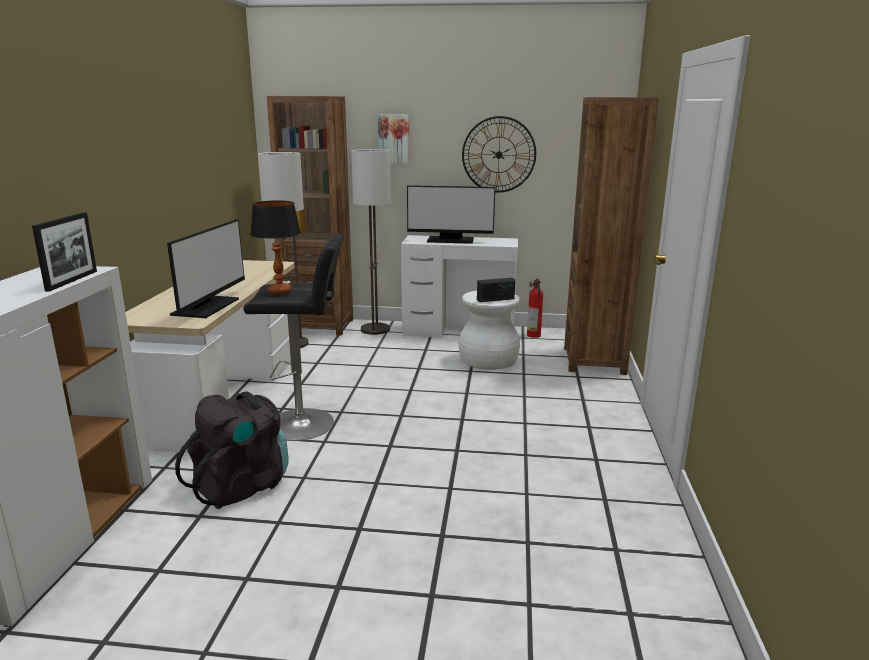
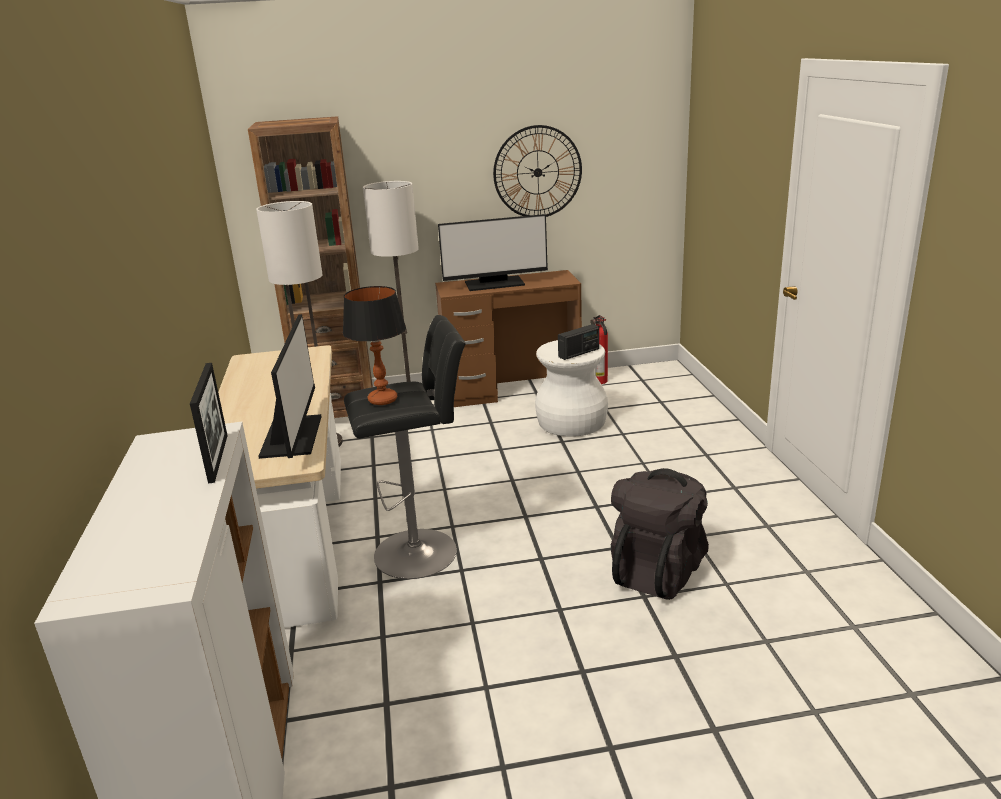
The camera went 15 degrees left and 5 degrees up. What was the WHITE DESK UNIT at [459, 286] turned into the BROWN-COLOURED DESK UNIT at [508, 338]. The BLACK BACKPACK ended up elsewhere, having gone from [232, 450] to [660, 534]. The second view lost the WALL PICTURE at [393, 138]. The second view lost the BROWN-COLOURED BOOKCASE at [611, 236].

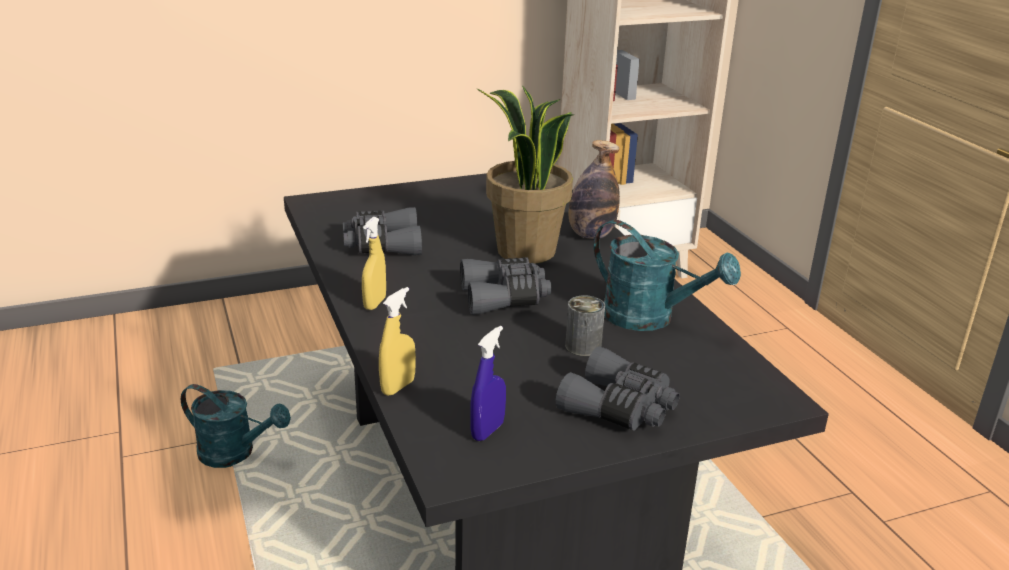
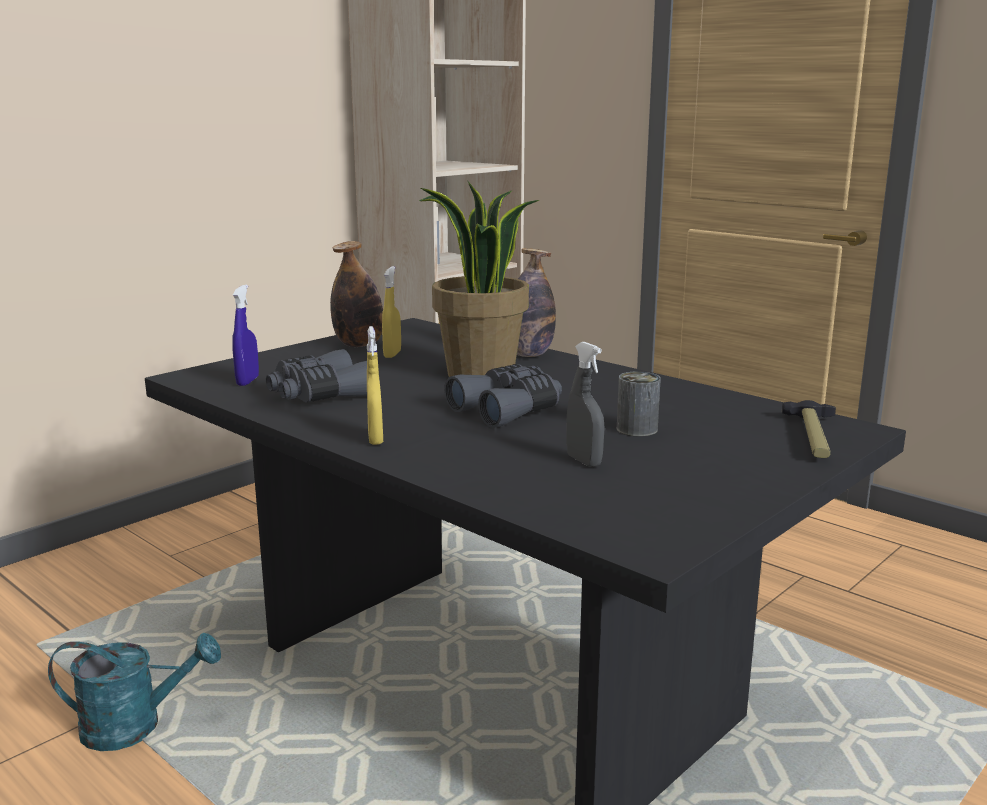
The camera went 25 degrees left and 10 degrees down. The BLUE SPRAYER ended up elsewhere, having gone from [488, 383] to [245, 335]. The second view gained the BOTTLE at [356, 294]. The YELLOW-COLOURED SPRAYER ended up elsewhere, having gone from [397, 341] to [391, 312]. The second view gained the GREY SPRAYER at [585, 404]. The second view gained the HAMMER at [809, 429]. The second view lost the GREY FIELD GLASSES at [618, 388]. The second view lost the TURQUOISE WATERING POT at [667, 275].

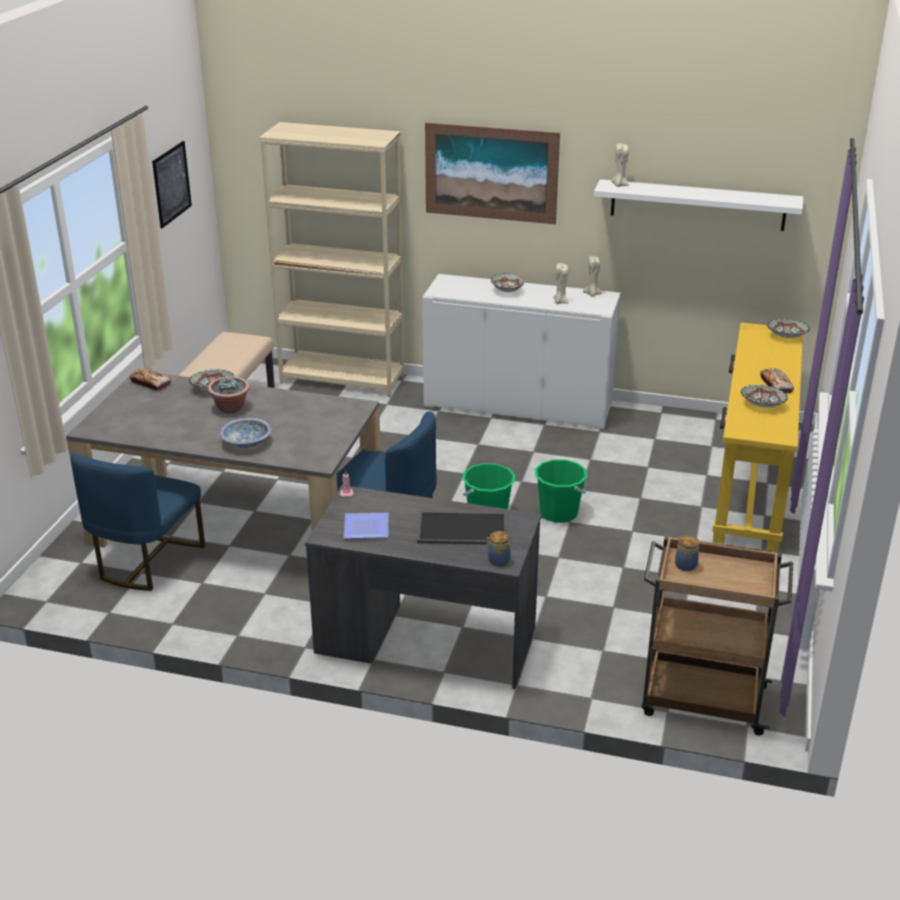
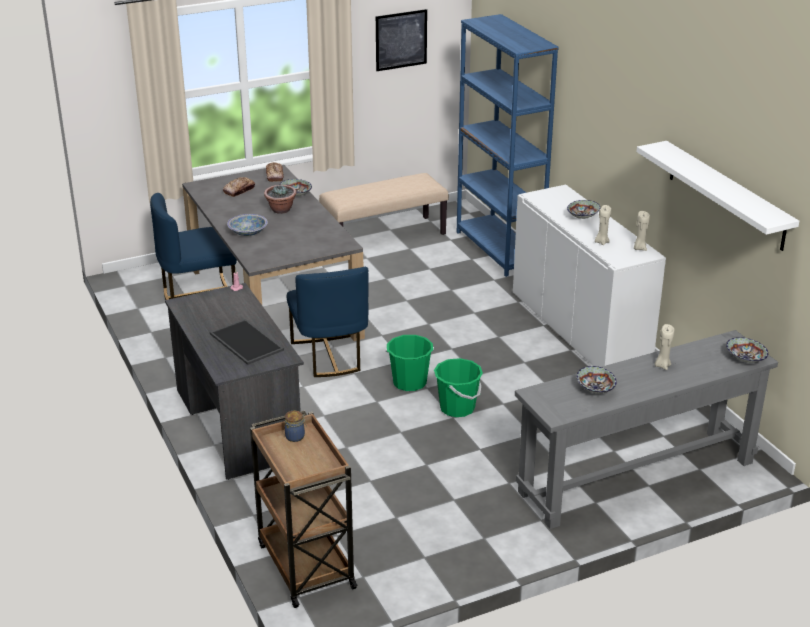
The camera went 50 degrees right and 0 degrees up. The BAKERY BREAD ended up elsewhere, having gone from [777, 381] to [239, 187]. What was the BEIGE-COLOURED BOOKCASE at [332, 259] turned into the BLUE BOOKCASE at [508, 145]. What was the YELLOW-COLOURED NARROW TABLE at [757, 437] turned into the GREY NARROW TABLE at [646, 429]. The BEIGE-COLOURED CANDLE ended up elsewhere, having gone from [620, 165] to [665, 347]. The second view lost the FLAT DISH at [366, 526]. The second view lost the WALL PICTURE at [492, 173]. The second view lost the PRESERVE JAR at [498, 548].

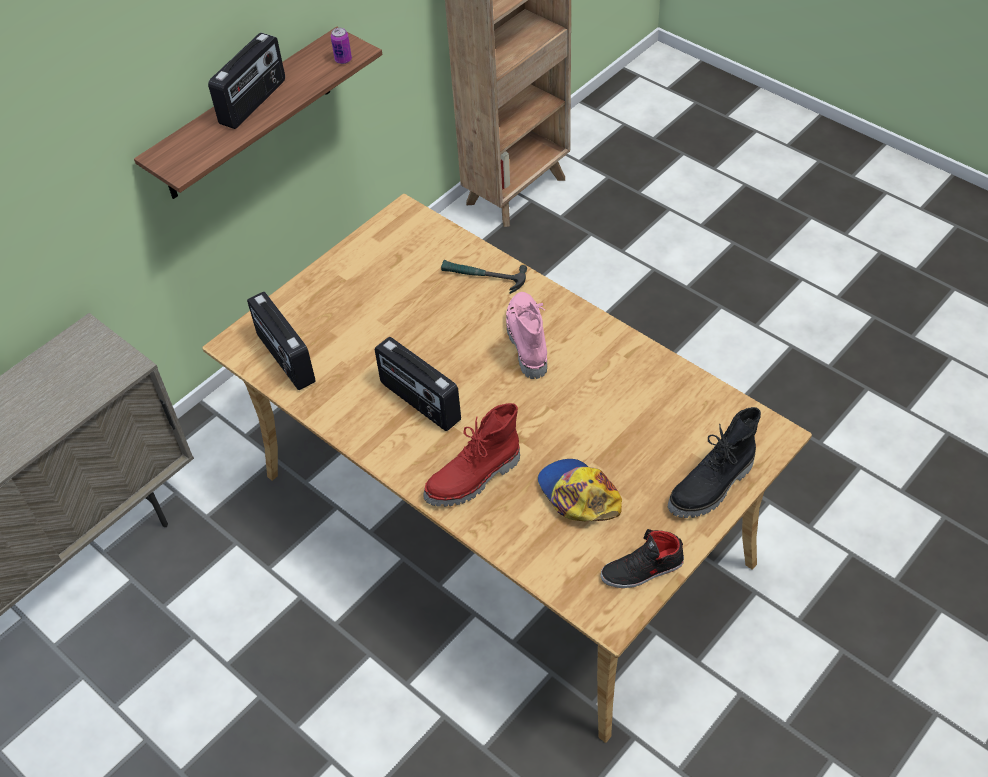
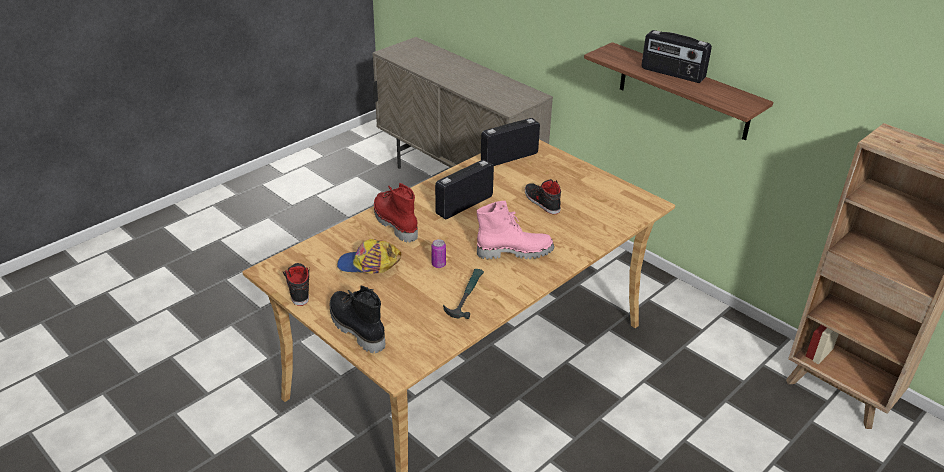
The camera went 90 degrees right and 15 degrees down. The CAP at [580, 490] ended up facing another way, 150 degrees counterclockwise from before. The CAN ended up elsewhere, having gone from [341, 46] to [438, 253]. The HAMMER ended up elsewhere, having gone from [484, 277] to [463, 294]. The second view gained the BLACK SHOE at [543, 196].

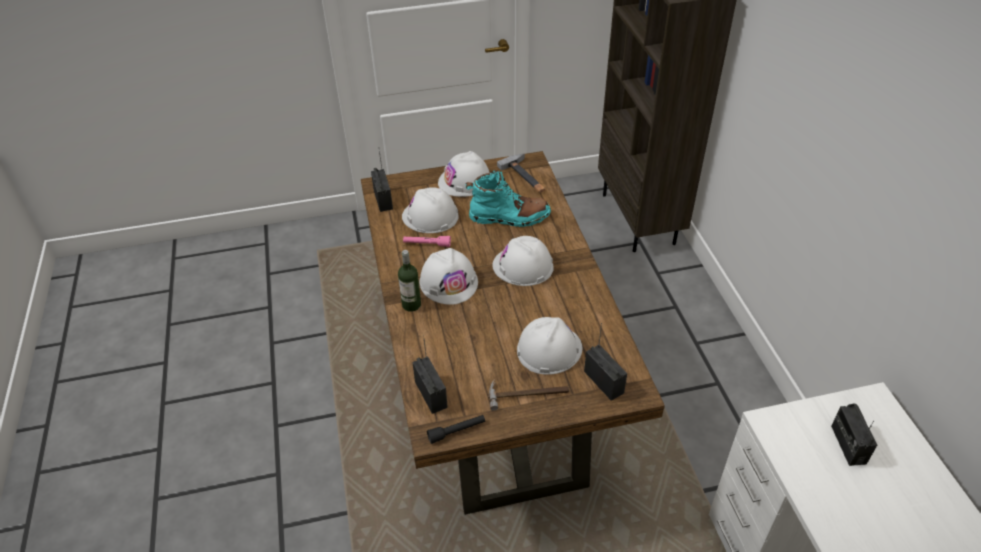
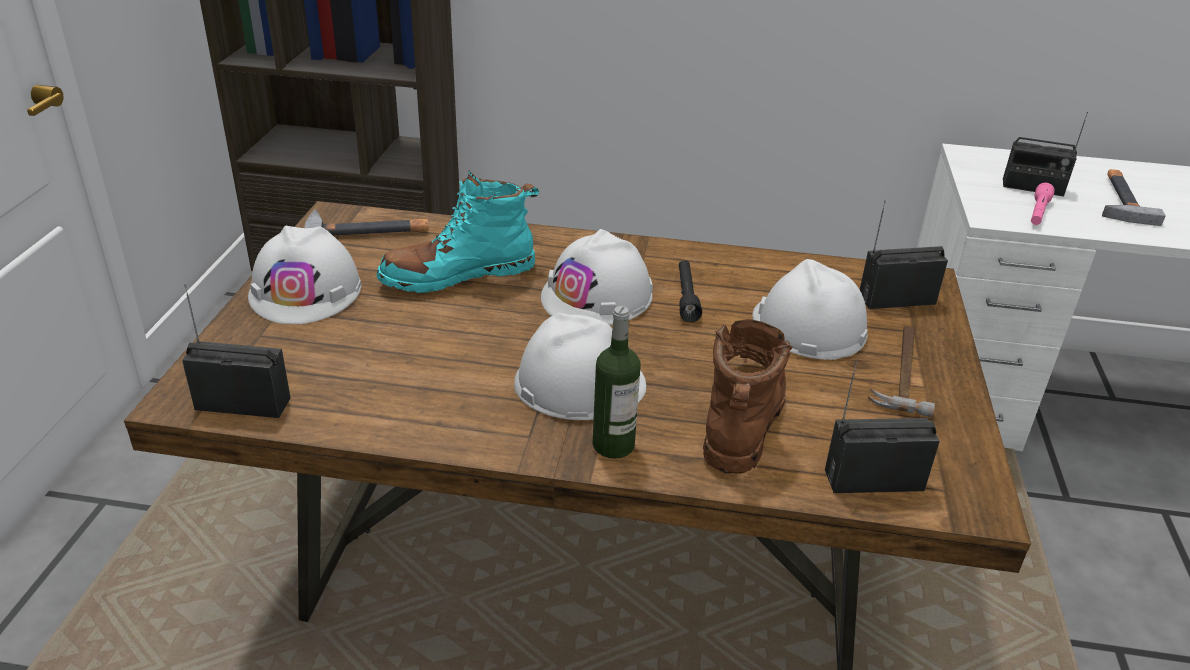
The camera went 70 degrees left and 10 degrees down. The TURQUOISE HIGH-TOP BOOT at [508, 198] ended up facing another way, 135 degrees counterclockwise from before. The BLACK TORCH ended up elsewhere, having gone from [456, 429] to [690, 291]. The second view gained the BROWN-COLOURED HIGH-TOP BOOT at [748, 396]. The PINK-COLOURED TORCH ended up elsewhere, having gone from [427, 241] to [1043, 204]. The second view gained the HAMMER at [1134, 197]. The second view lost the WHITE WORK HELMET at [430, 210].

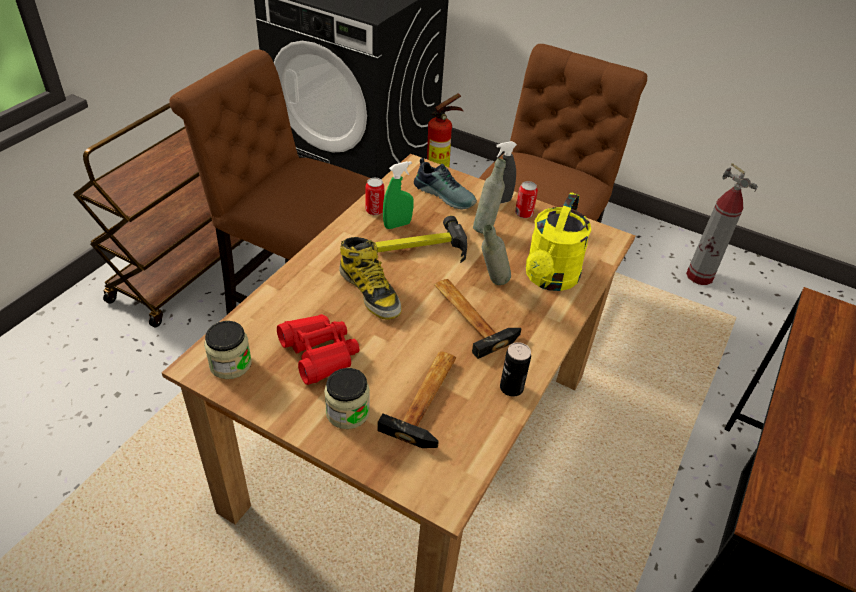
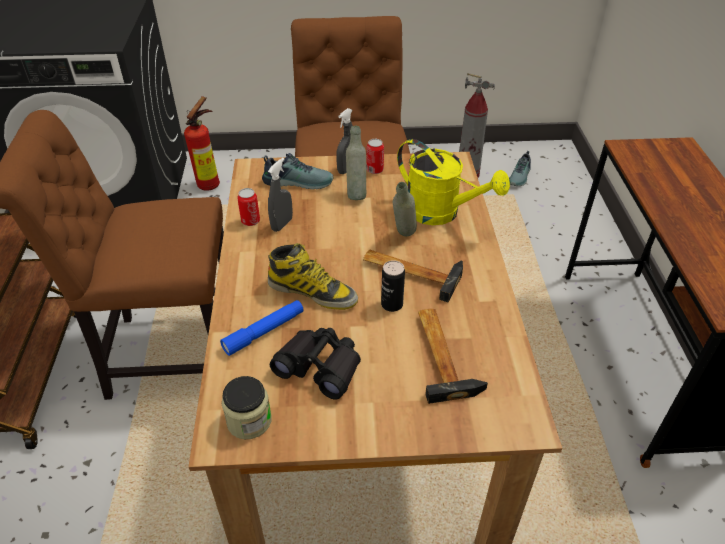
The camera went 30 degrees left and 0 degrees up. The second view gained the BLUE TORCH at [262, 328]. What was the GREEN-COLOURED SPRAYER at [398, 195] turned into the GREY SPRAYER at [280, 195]. What was the REDDISH FIELD GLASSES at [318, 349] turned into the BLACK FIELD GLASSES at [315, 364]. The CAN ended up elsewhere, having gone from [515, 369] to [393, 286]. The YELLOW-COLOURED WATERING POT at [558, 241] ended up facing another way, 45 degrees counterclockwise from before. The second view gained the SHOE at [520, 168]. The second view lost the PRESERVE JAR at [347, 398]. The second view lost the HAMMER at [421, 239].

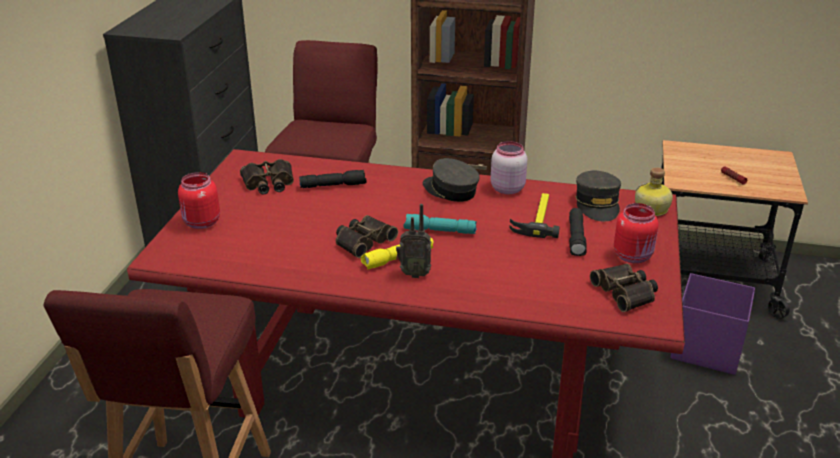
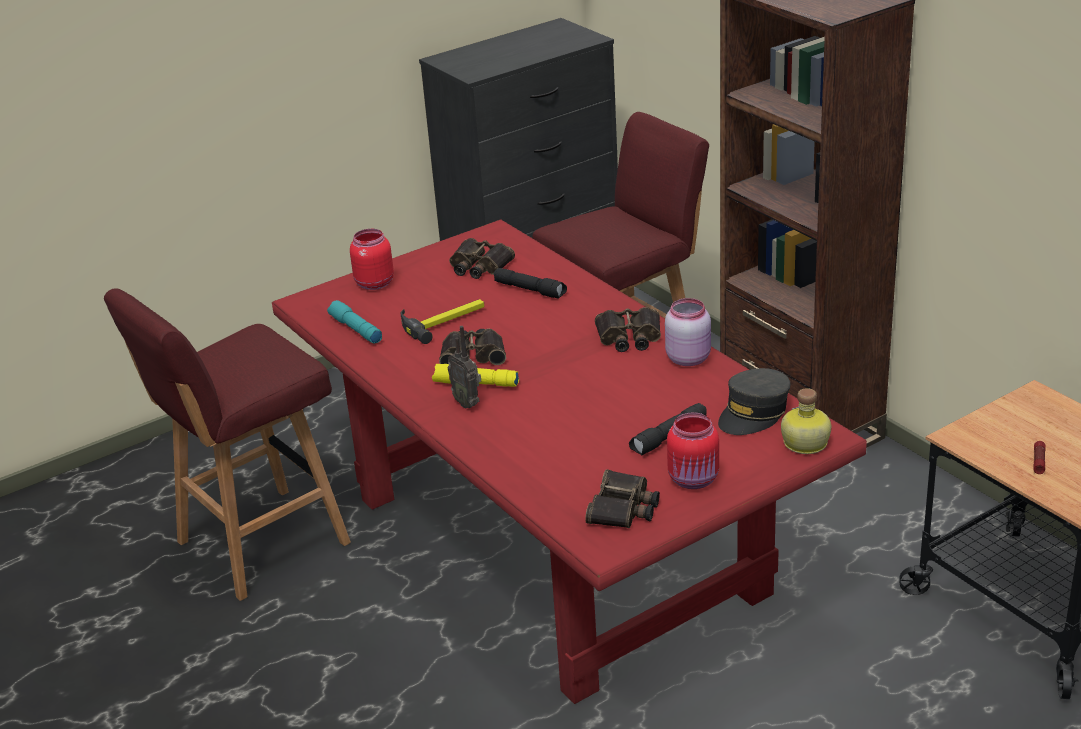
The camera went 45 degrees right and 0 degrees up. The TURQUOISE TORCH ended up elsewhere, having gone from [440, 224] to [354, 322]. The HAMMER ended up elsewhere, having gone from [534, 215] to [442, 321]. Where the GREY CAP stood at [451, 180], the FIELD GLASSES came to stand at [628, 329]. The second view lost the PURPLE STORAGE BOX at [713, 324].

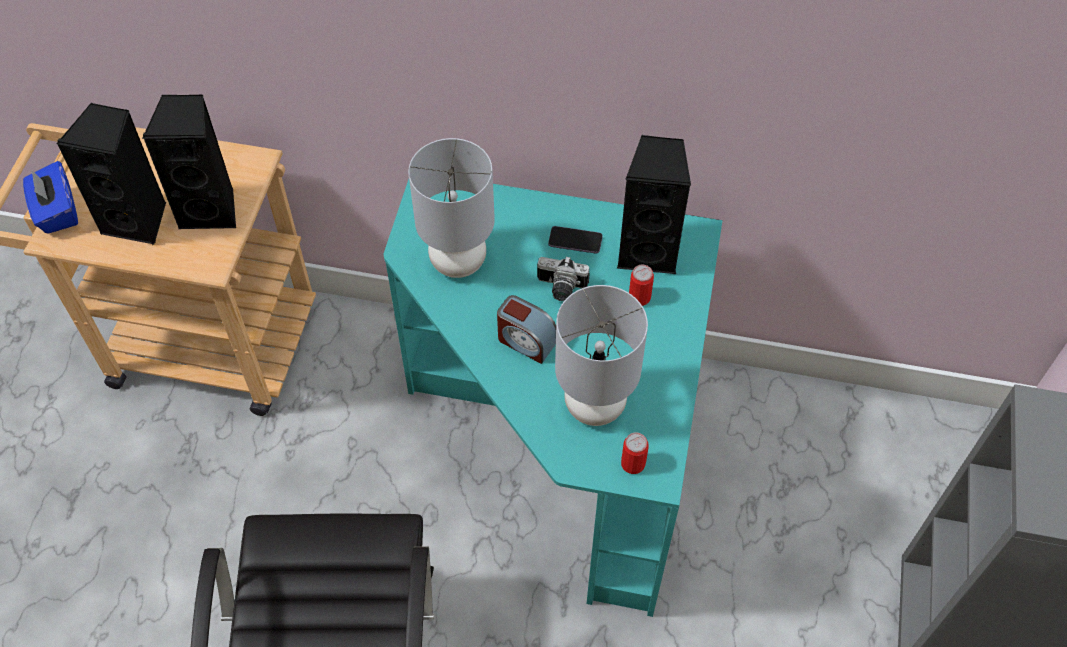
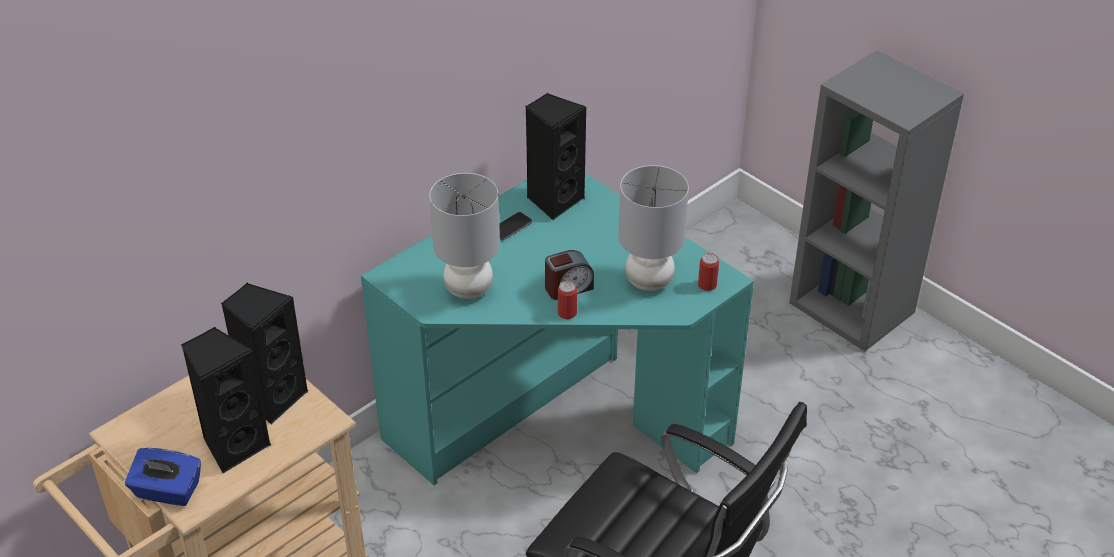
The camera went 55 degrees left and 15 degrees down. The CAN ended up elsewhere, having gone from [641, 285] to [567, 300]. The second view lost the STILL CAMERA at [563, 278].

